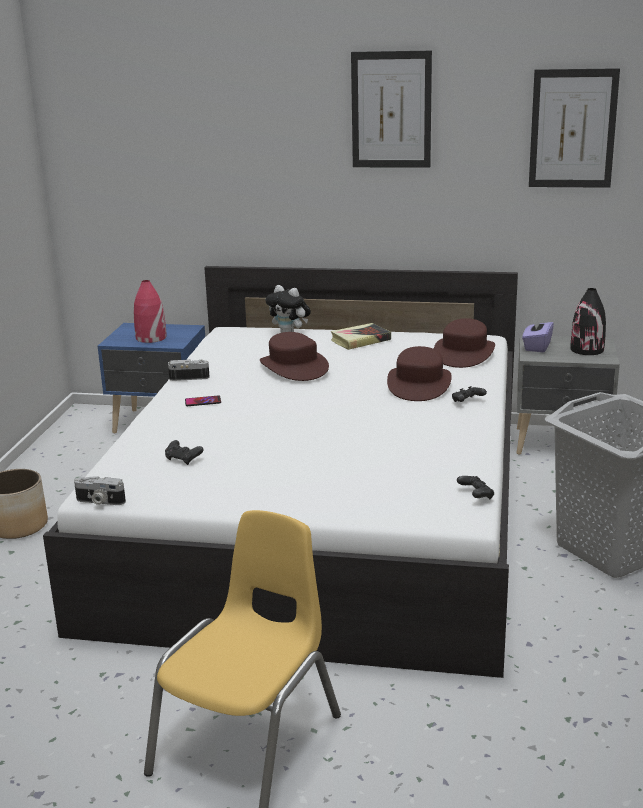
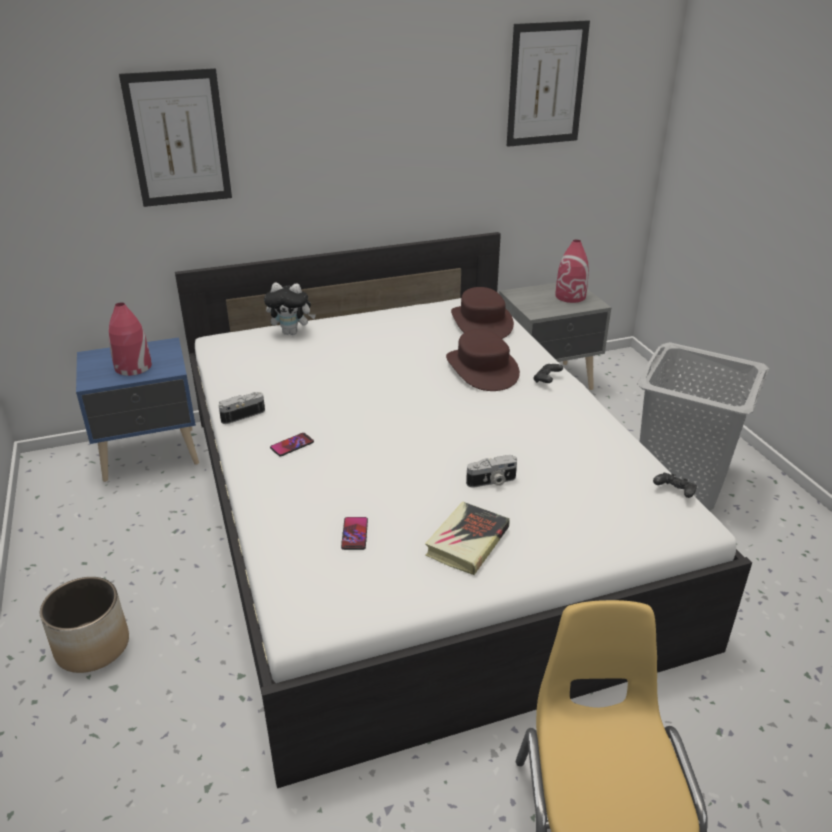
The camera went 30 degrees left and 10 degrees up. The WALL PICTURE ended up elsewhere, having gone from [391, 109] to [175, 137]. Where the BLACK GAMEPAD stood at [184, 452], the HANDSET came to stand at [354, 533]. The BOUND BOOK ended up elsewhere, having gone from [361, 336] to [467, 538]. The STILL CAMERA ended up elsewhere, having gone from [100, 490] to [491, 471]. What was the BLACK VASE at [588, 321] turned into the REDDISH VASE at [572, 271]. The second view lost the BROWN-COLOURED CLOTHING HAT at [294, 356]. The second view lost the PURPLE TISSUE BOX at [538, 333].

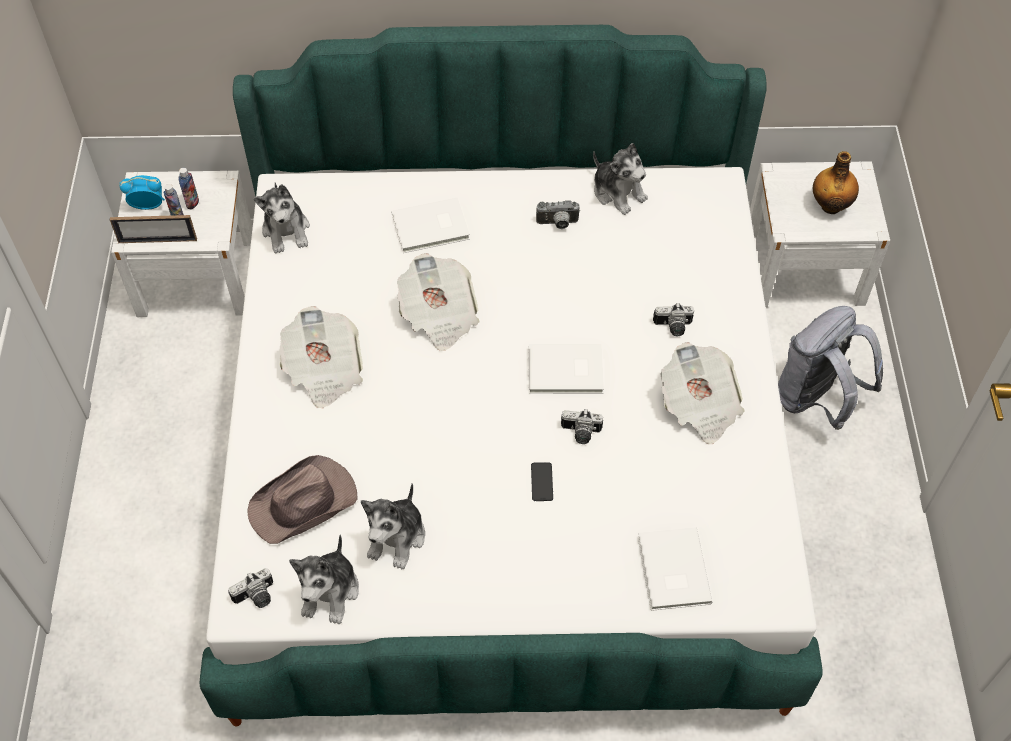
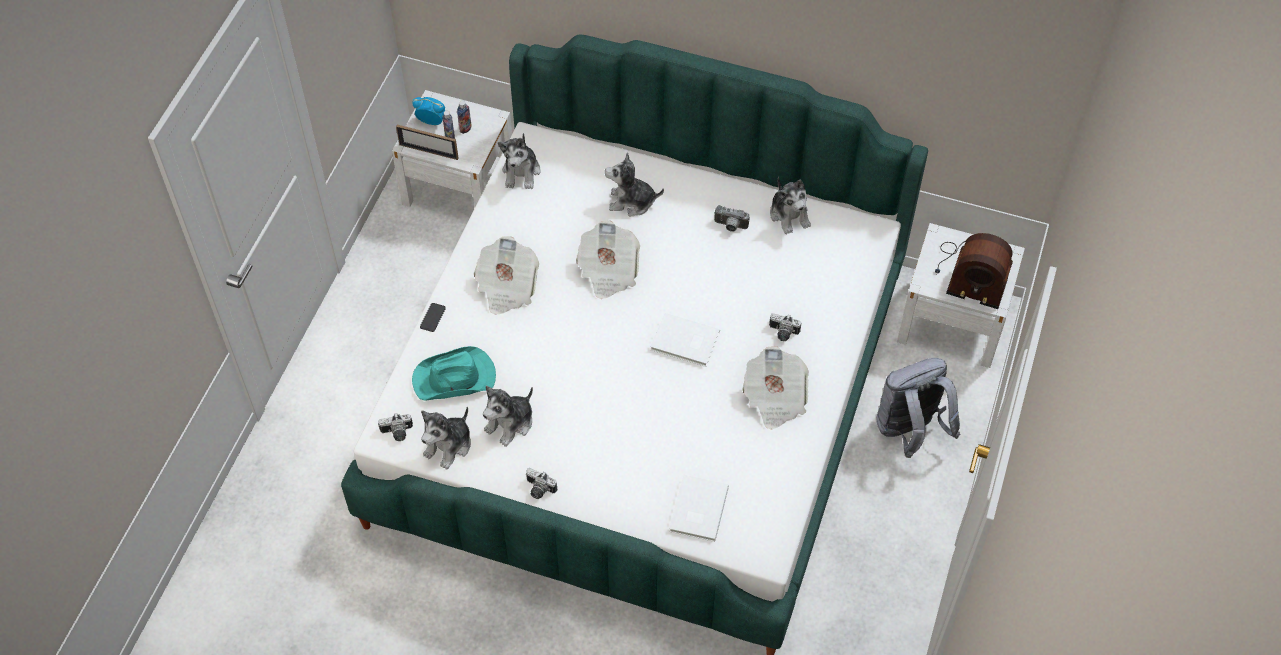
The camera went 20 degrees right and 0 degrees up. What was the BROWN-COLOURED CLOTHING HAT at [302, 499] turned into the TURQUOISE CLOTHING HAT at [454, 373]. The HANDSET ended up elsewhere, having gone from [542, 481] to [433, 317]. The STILL CAMERA ended up elsewhere, having gone from [582, 426] to [541, 483]. Where the WHITE BOUND BOOK stood at [431, 225], the PLUSH TOY came to stand at [634, 185]. Where the BOTTLE stood at [836, 182], the RADIO SET came to stand at [974, 271].

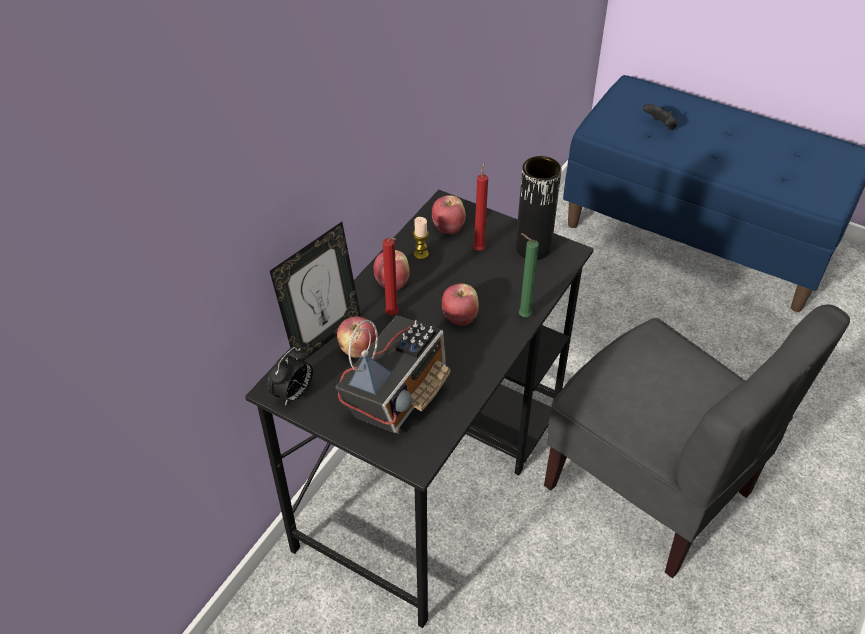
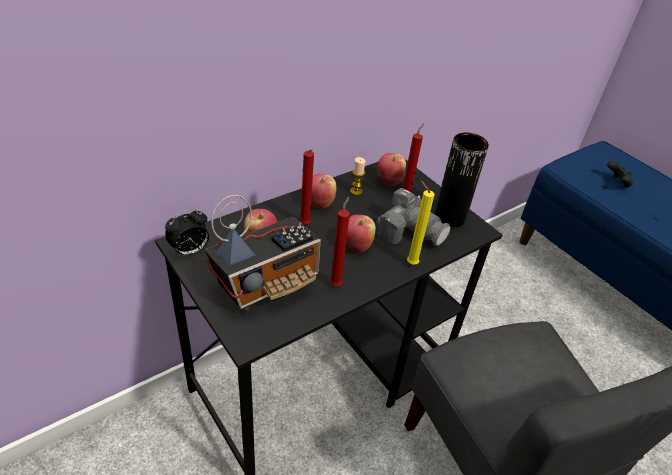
The camera went 20 degrees right and 5 degrees down. The second view gained the REDDISH CANDLE at [340, 241]. The second view gained the STILL CAMERA at [413, 217]. What was the GREEN-COLOURED CANDLE at [529, 275] turned into the YELLOW-COLOURED CANDLE at [421, 222]. The second view lost the PHOTO FRAME at [315, 291].

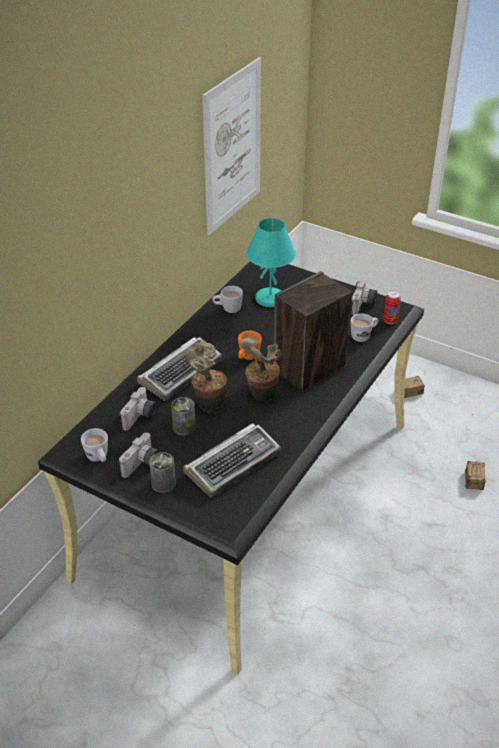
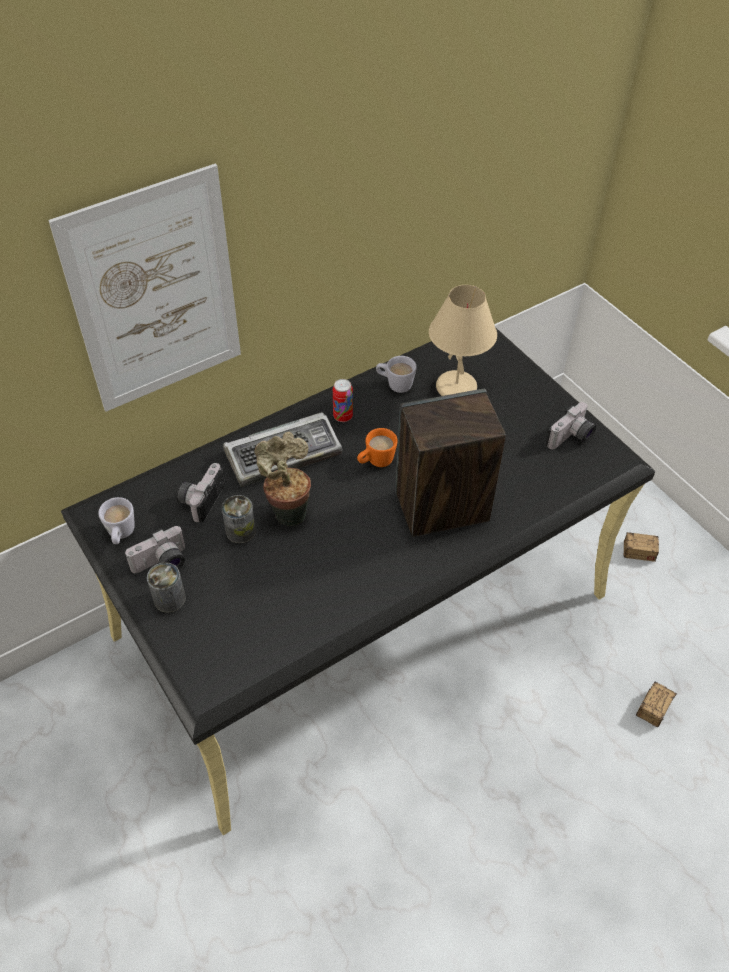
The camera went 25 degrees right and 10 degrees up. The WALL PICTURE ended up elsewhere, having gone from [231, 146] to [144, 288]. The STILL CAMERA at [138, 409] ended up facing another way, 150 degrees clockwise from before. The CAN ended up elsewhere, having gone from [392, 307] to [343, 400]. What was the TURQUOISE LAMP FOR A TABLE at [271, 262] turned into the BEIGE-COLOURED LAMP FOR A TABLE at [463, 340]. The second view lost the COMPUTER KEYBOARD at [232, 460]. The second view lost the HOUSEPLANT at [261, 370]. The second view lost the WHITE MUG at [364, 327].

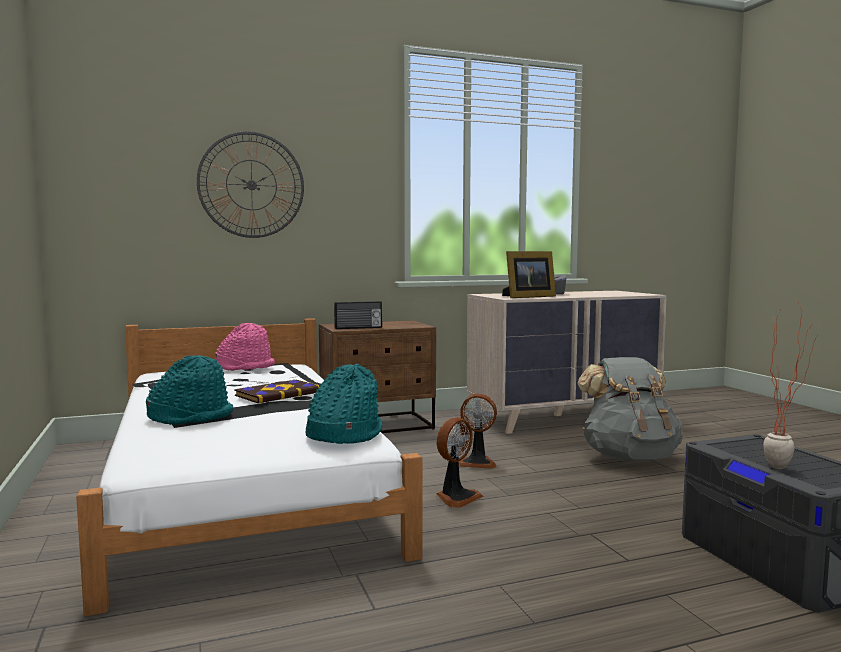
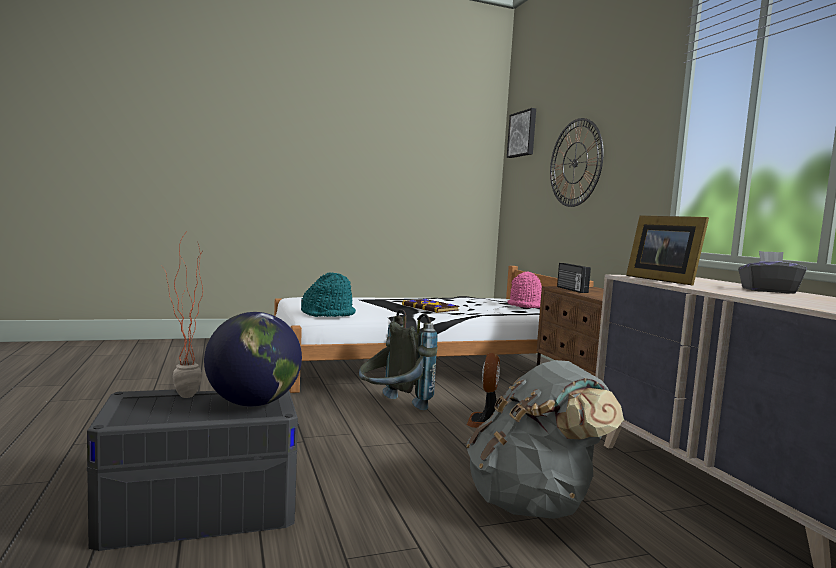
The camera went 90 degrees right and 0 degrees up. The second view gained the GLOBE at [253, 359]. Where the ELECTRIC FAN stood at [459, 462], the GREY BACKPACK came to stand at [398, 359]. The second view gained the WALL PICTURE at [521, 133]. The second view lost the TURQUOISE CLOTHING HAT at [189, 390].

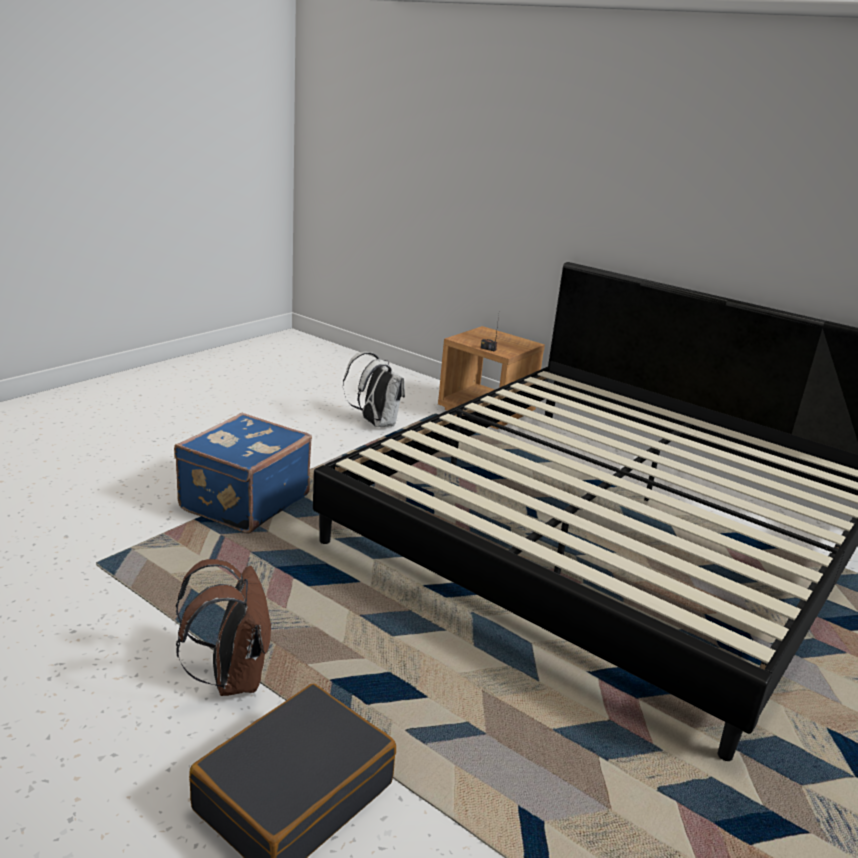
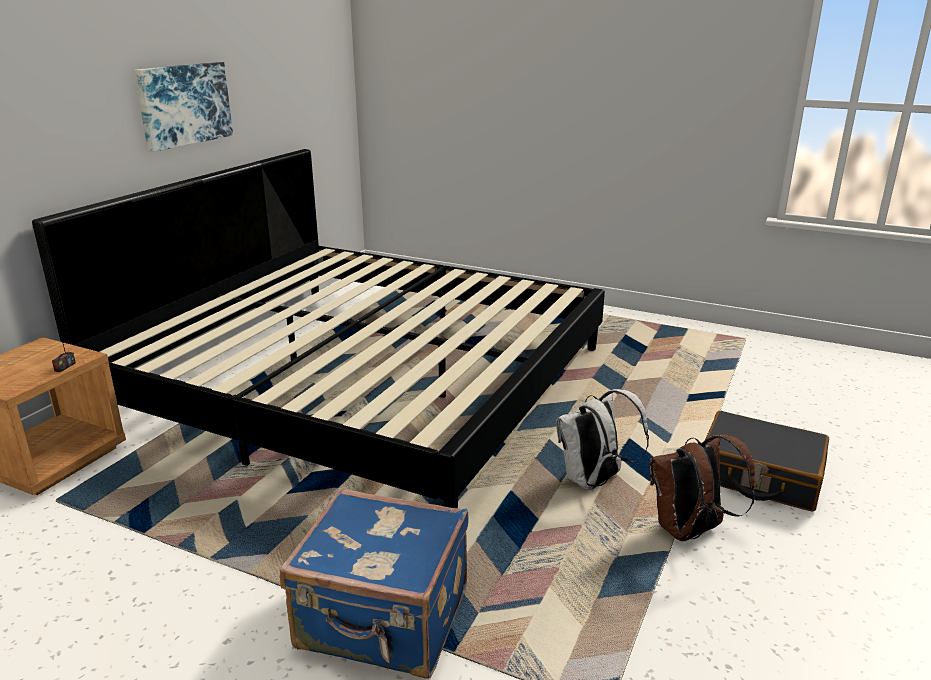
The camera went 100 degrees left and 0 degrees up. The second view gained the WALL PICTURE at [183, 107]. The WHITE BACKPACK ended up elsewhere, having gone from [374, 389] to [602, 439].

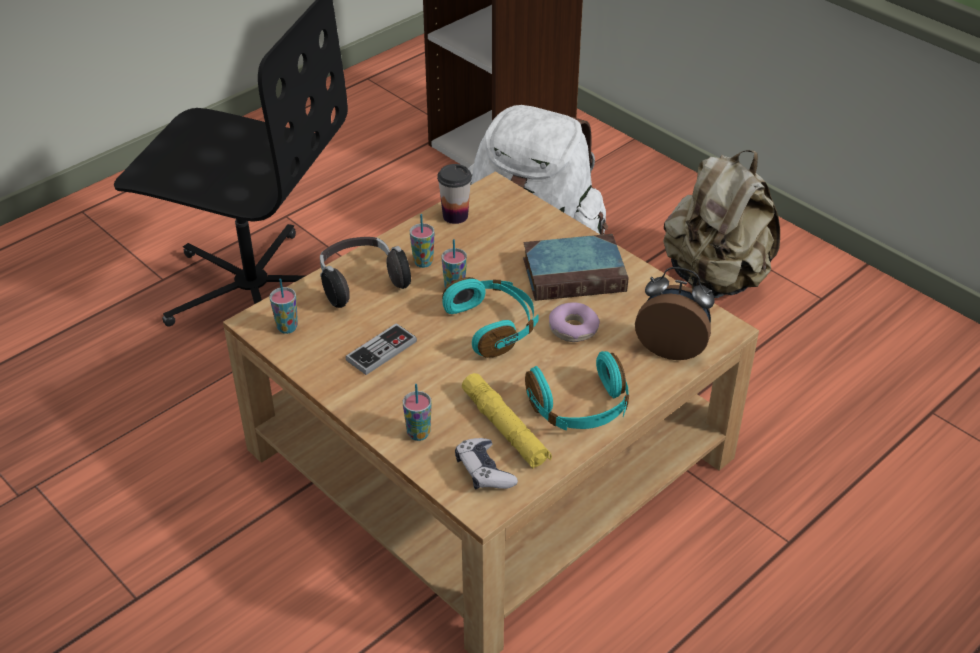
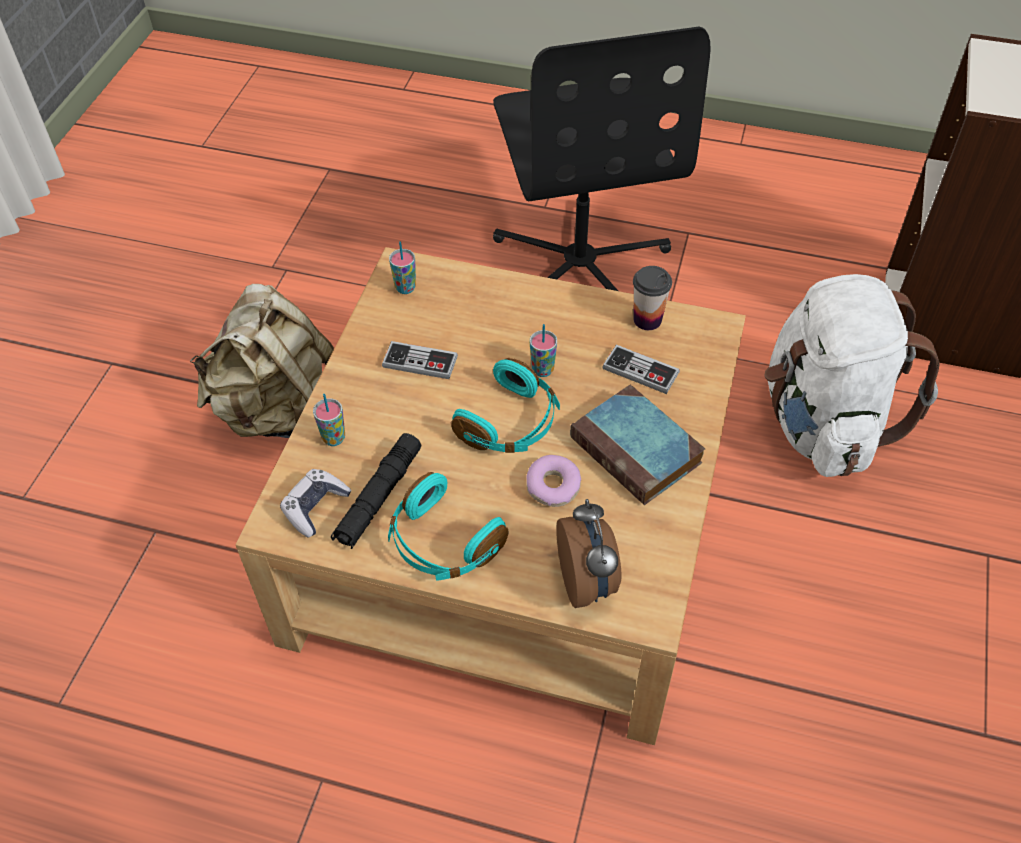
The camera went 60 degrees right and 10 degrees up. The BEIGE-COLOURED BACKPACK ended up elsewhere, having gone from [721, 224] to [262, 361]. What was the YELLOW-COLOURED TORCH at [507, 421] turned into the BLACK TORCH at [376, 491]. The second view gained the GAMEPAD at [641, 369]. The second view lost the HEADPHONES at [365, 272]. The second view lost the SMALL CUP at [422, 241].

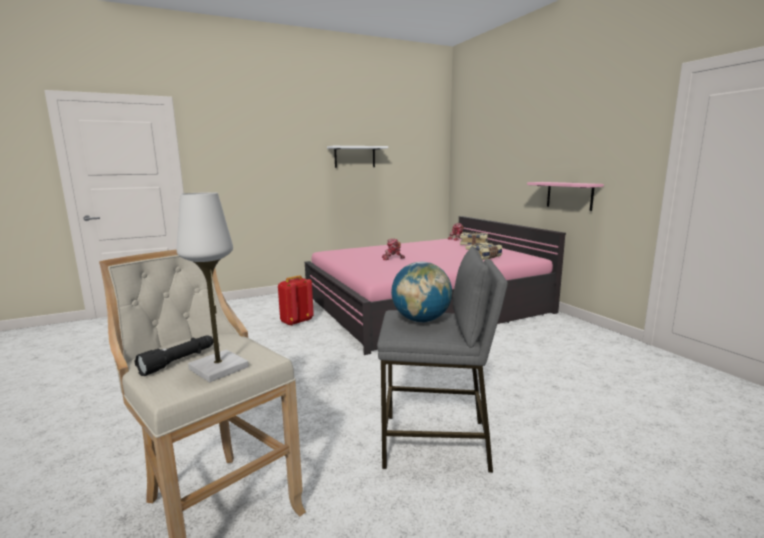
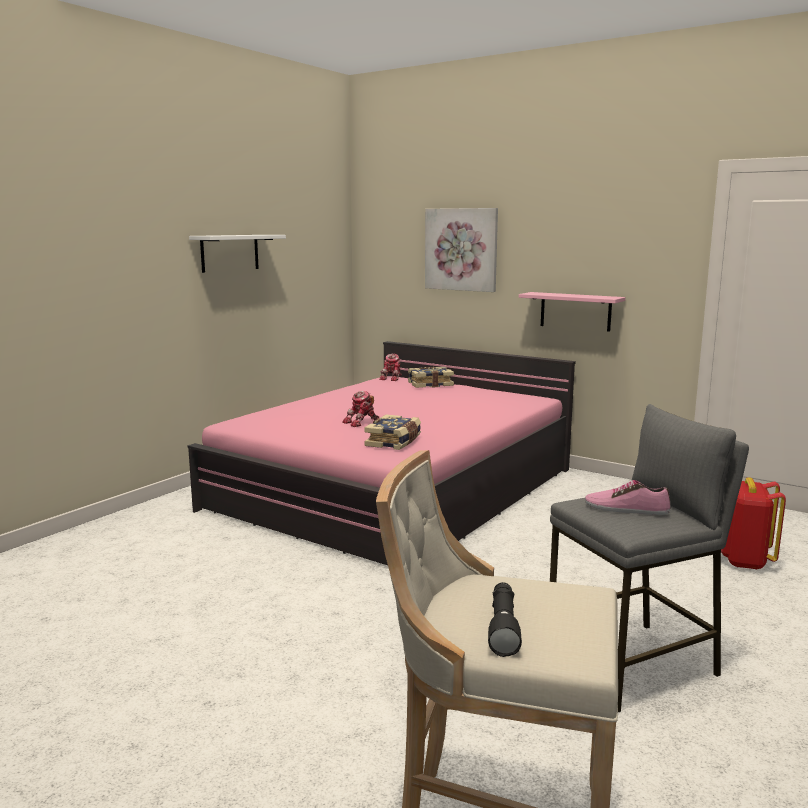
The camera went 30 degrees left and 0 degrees up. The BOUND BOOK ended up elsewhere, having gone from [483, 251] to [392, 432]. The second view gained the WALL PICTURE at [461, 250]. Where the GLOBE stood at [421, 292], the SHOE came to stand at [628, 497]. The REDDISH BACKPACK ended up elsewhere, having gone from [296, 300] to [753, 523]. The second view lost the WHITE LAMP FOR A TABLE at [213, 287].

